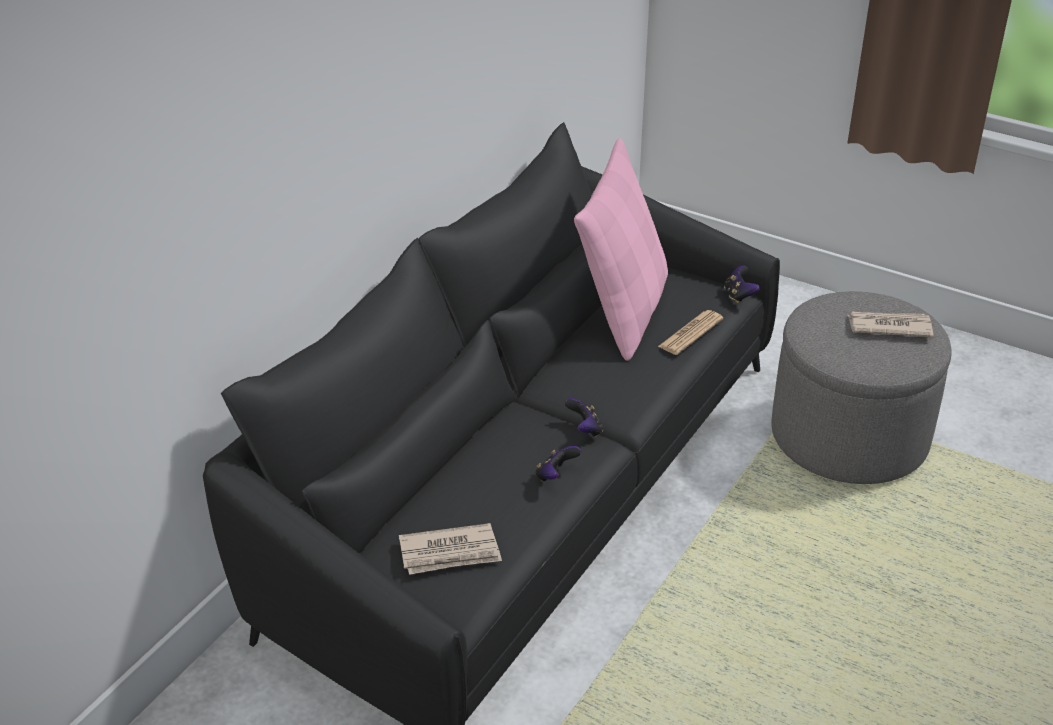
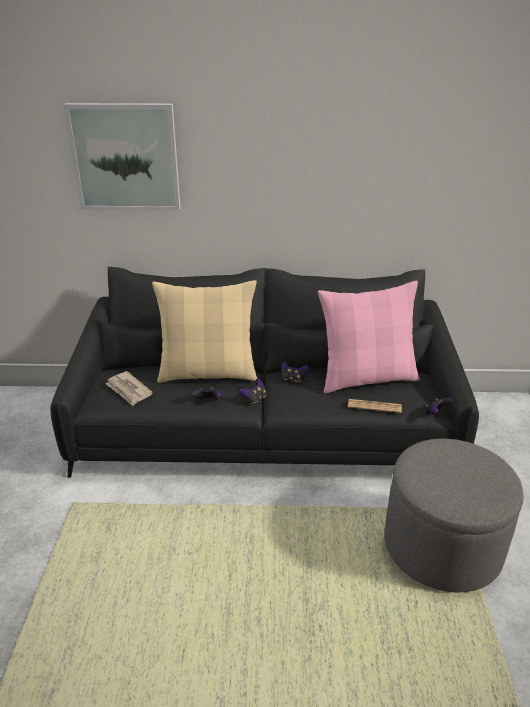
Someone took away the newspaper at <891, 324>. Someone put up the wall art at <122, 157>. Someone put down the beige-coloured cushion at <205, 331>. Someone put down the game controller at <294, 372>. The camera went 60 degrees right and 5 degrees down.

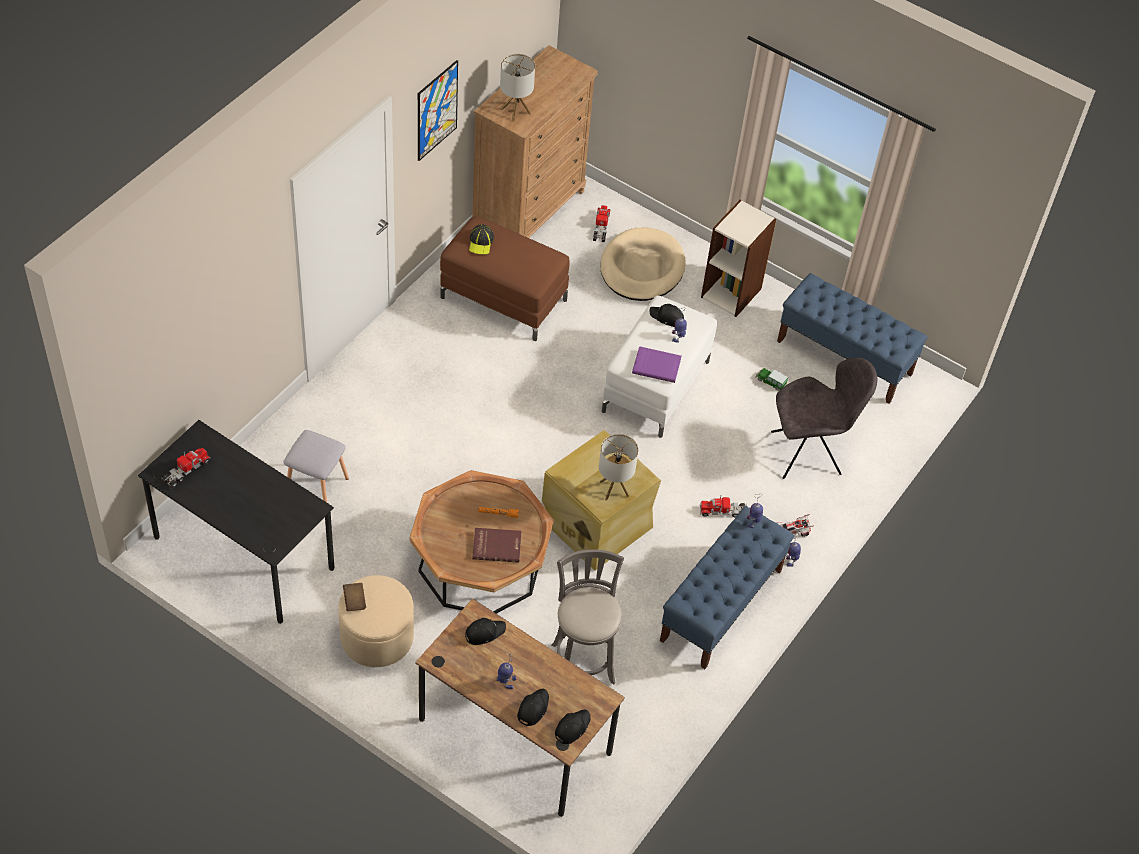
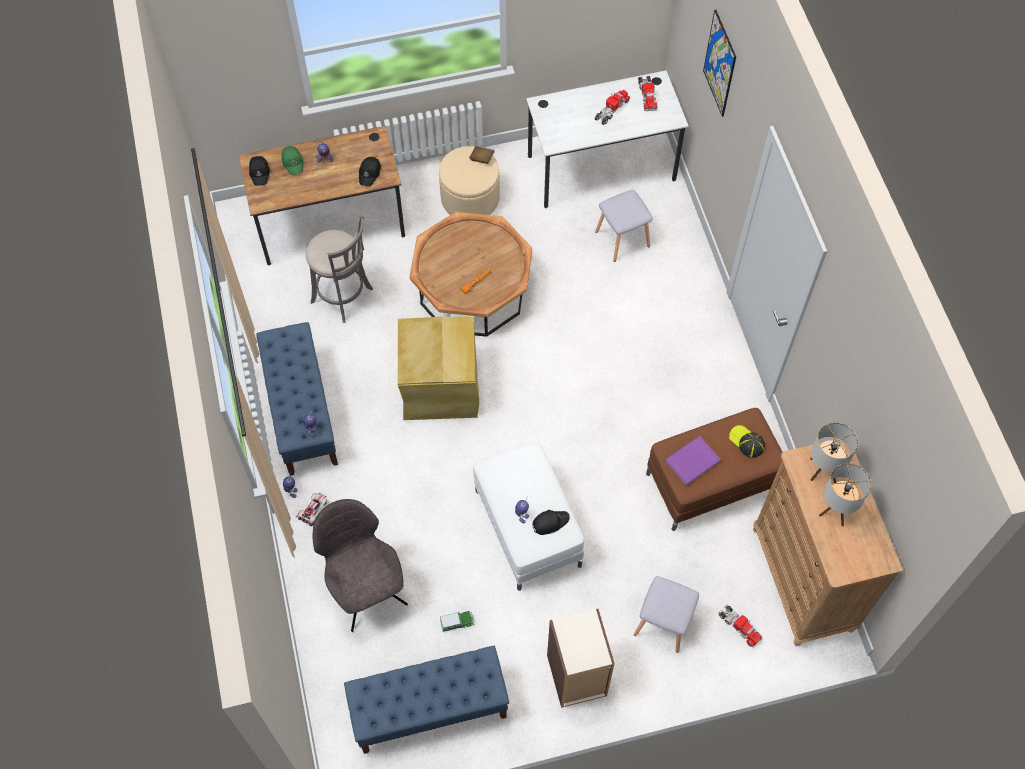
Someone repainted the black-coloured desk at <236, 522>, which became the white-coloured desk at <607, 139>. Someone carried the wall art from <438, 110> to <719, 63>. Someone took away the red-coloured bound book at <496, 545>. Someone repainted the black-coloured baseball cap at <533, 707>, which became the greenish baseball cap at <292, 160>. Someone carried the tabletop lamp from <618, 467> to <845, 494>. Someone swapped the beige-coloured dog cushion at <643, 264> for the greyish sitting stool at <666, 614>. Someone carried the purplish bound book from <656, 364> to <693, 461>. Someone carried the toy lorry from <723, 506> to <612, 107>. Someone rotated the greyish chair at <824, 418> by 120 degrees clockwise. The camera went 135 degrees right and 10 degrees up.

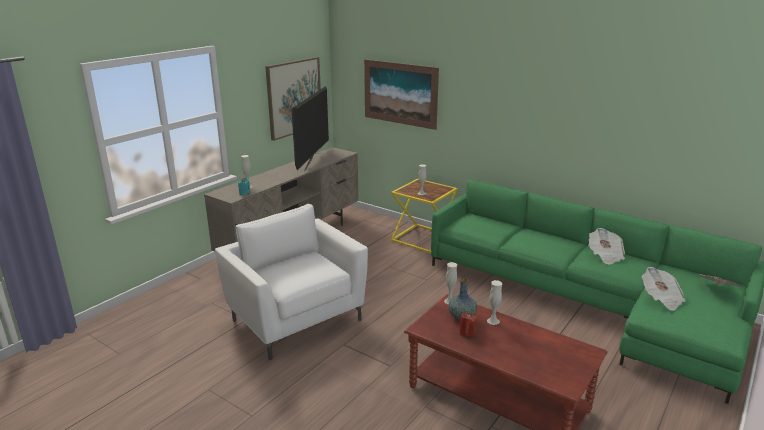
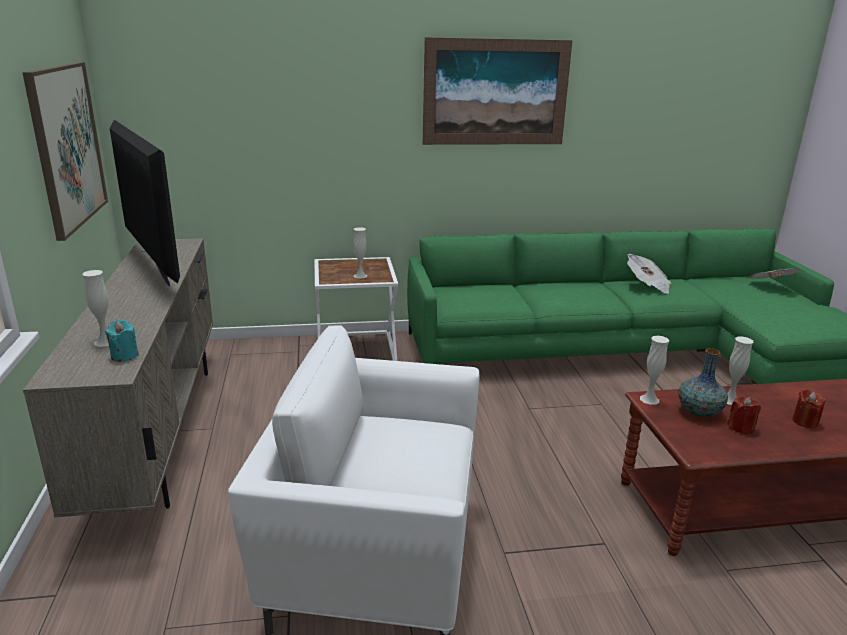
Someone carried the wall art from <401, 94> to <498, 91>. Someone repainted the yellow side table at <424, 216>, which became the white-coloured side table at <356, 309>. Someone took away the newspaper at <664, 289>. Someone put down the red-coloured candle at <809, 408>. The camera went 45 degrees left and 0 degrees up.

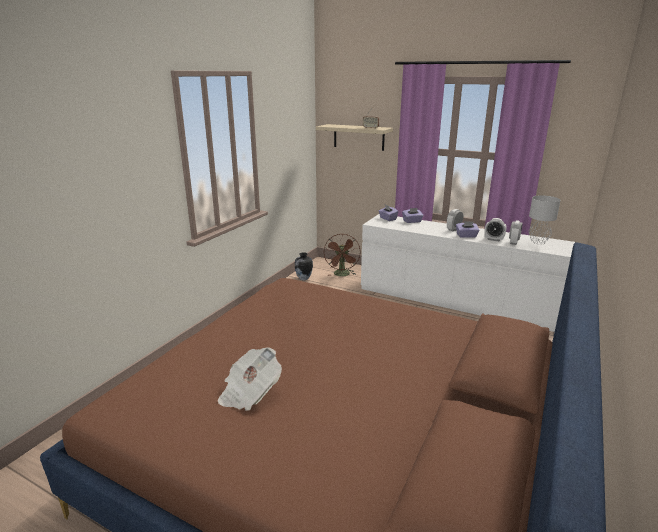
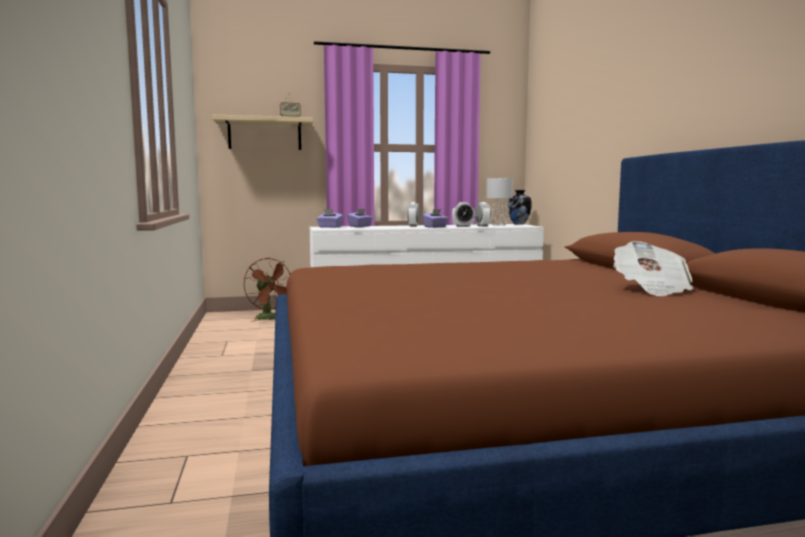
Someone carried the newspaper from <250, 379> to <654, 268>. Someone carried the vase from <304, 266> to <519, 207>. The camera went 40 degrees left and 15 degrees down.

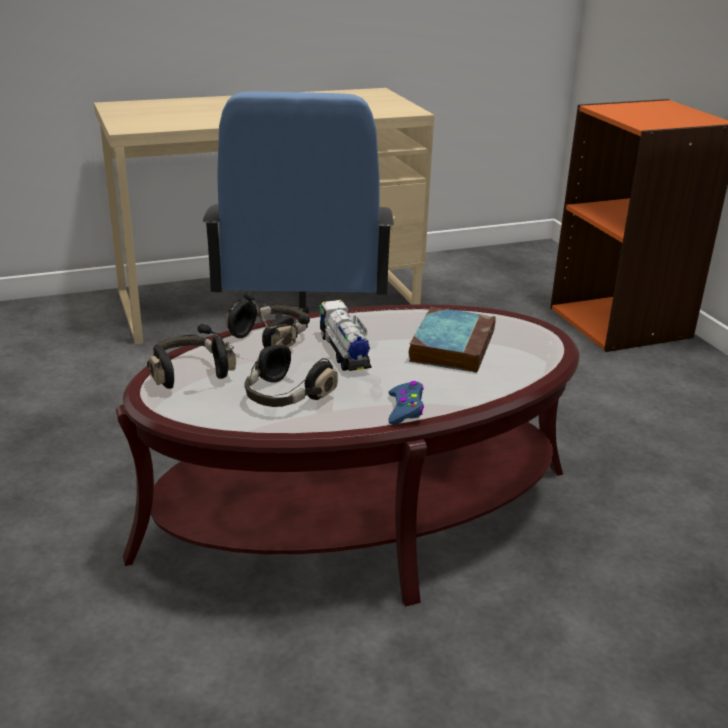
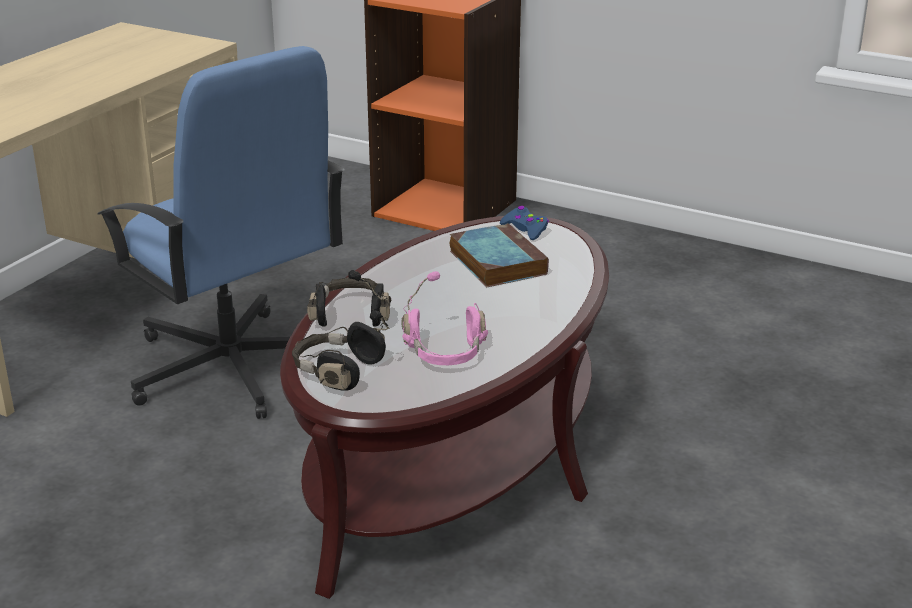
Someone repainted the black-coloured headset at <291, 361>, which became the pink headset at <444, 318>. Someone took away the toy lorry at <345, 335>. Someone carried the blue game controller from <406, 402> to <524, 223>. The camera went 40 degrees left and 0 degrees up.

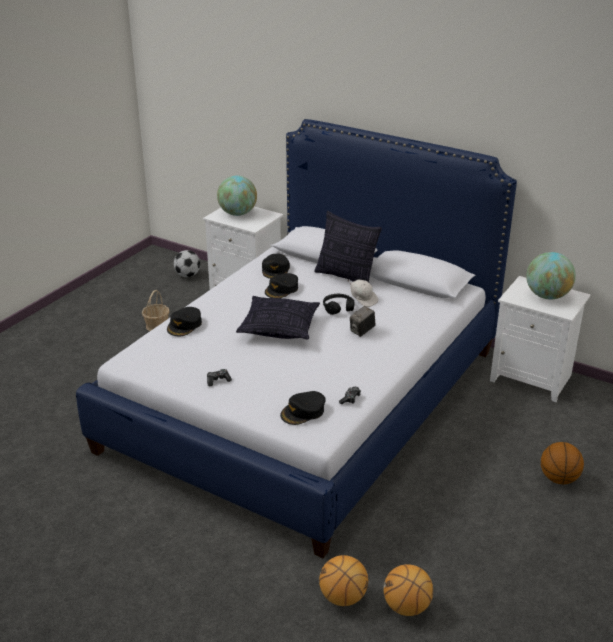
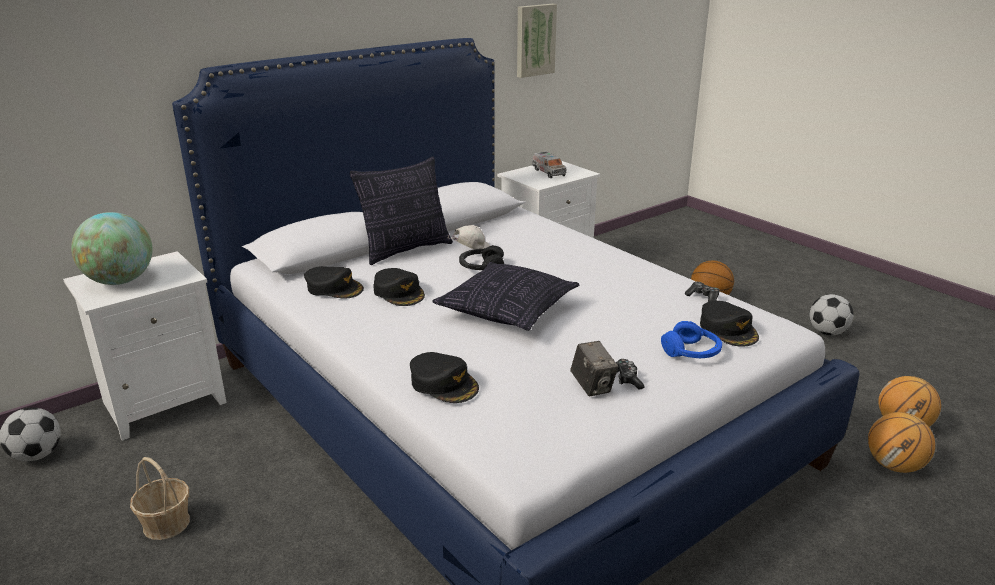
Someone carried the still camera from <363, 321> to <594, 368>. Someone swapped the globe at <551, 276> for the toy lorry at <549, 164>. Someone put up the wall art at <537, 41>. Someone put down the blue headset at <691, 339>. Someone put down the football ball at <831, 314>. The camera went 70 degrees left and 5 degrees down.

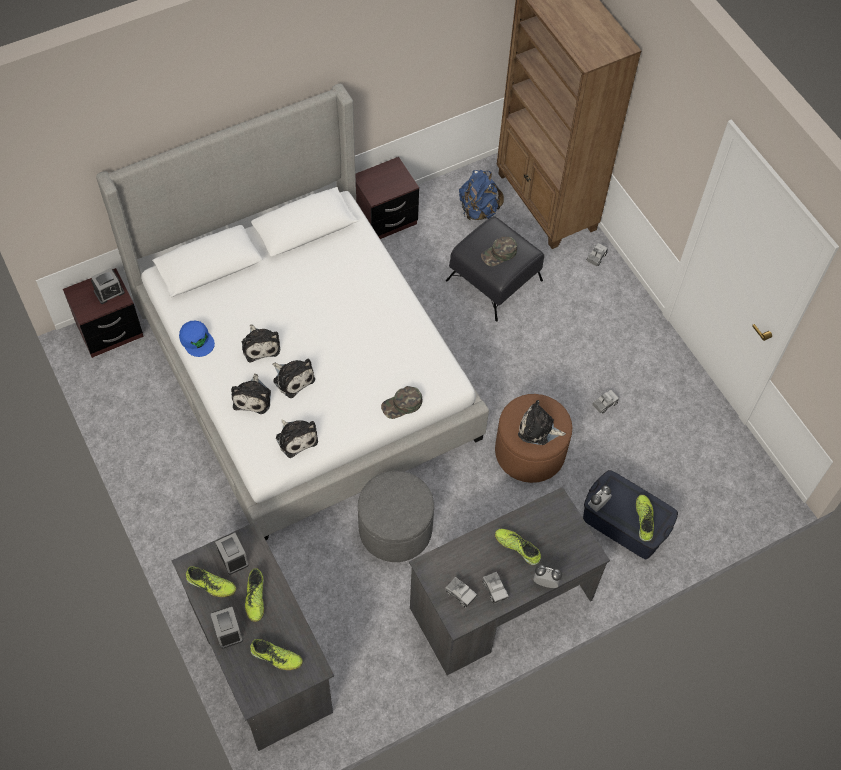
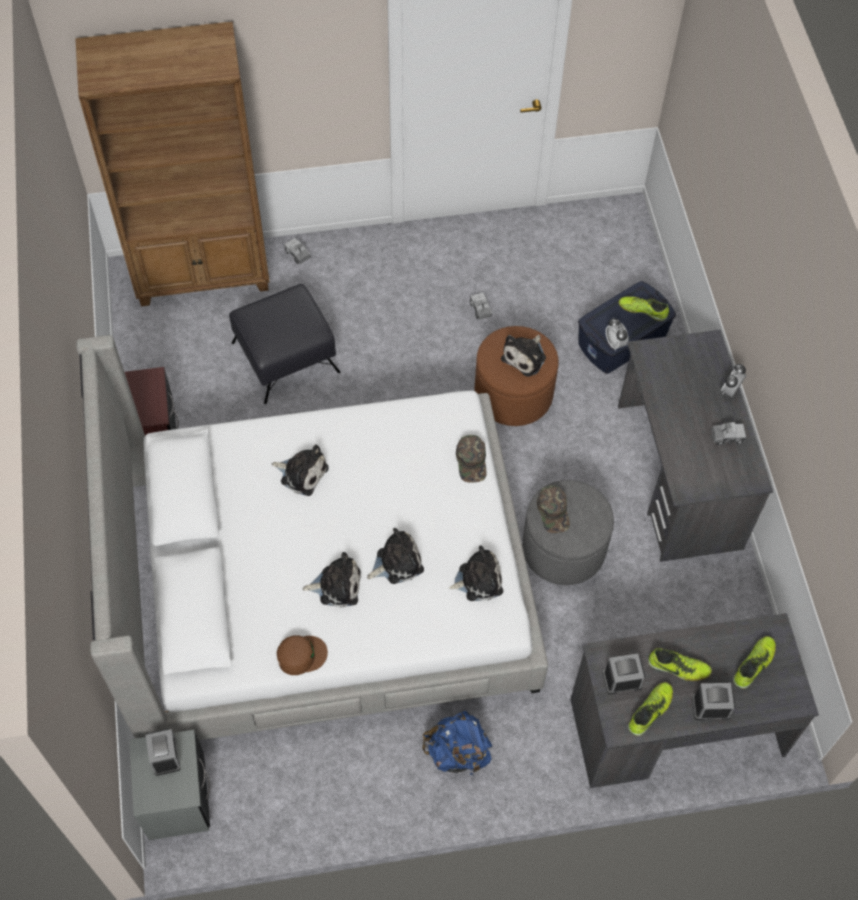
Someone repainted the brown-coloured nightstand at <103, 313>, which became the greyish nightstand at <169, 785>. Someone repainted the blue baseball cap at <197, 339>, which became the brown-coloured baseball cap at <302, 655>. Someone carried the soft toy from <251, 393> to <300, 470>. Someone took away the toy lorry at <461, 592>. Someone carried the blue backpack from <481, 195> to <457, 743>. Someone carried the greenish baseball cap from <499, 251> to <553, 509>. Someone took away the item of footwear at <518, 547>. The camera went 70 degrees left and 0 degrees up.

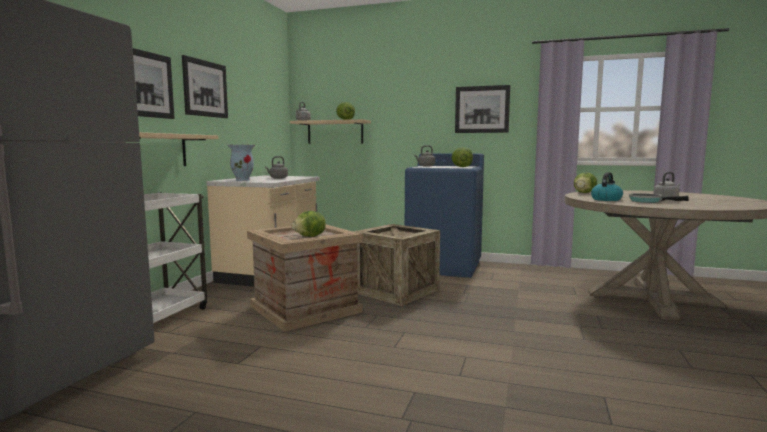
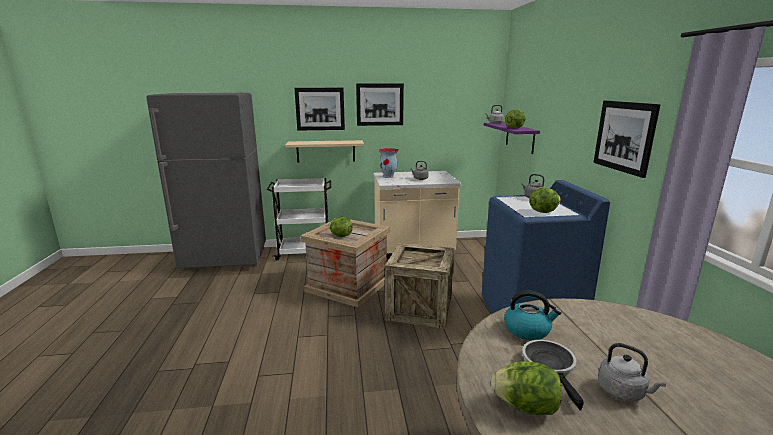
Someone repainted the beige-coloured bracket shelf at <330, 131>, which became the purplish bracket shelf at <512, 138>. Someone carried the lettuce from <585, 182> to <526, 388>. The camera went 65 degrees right and 10 degrees up.

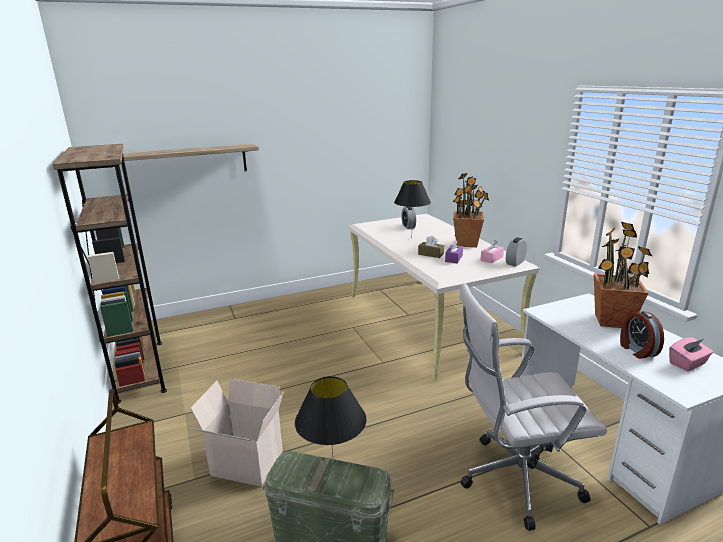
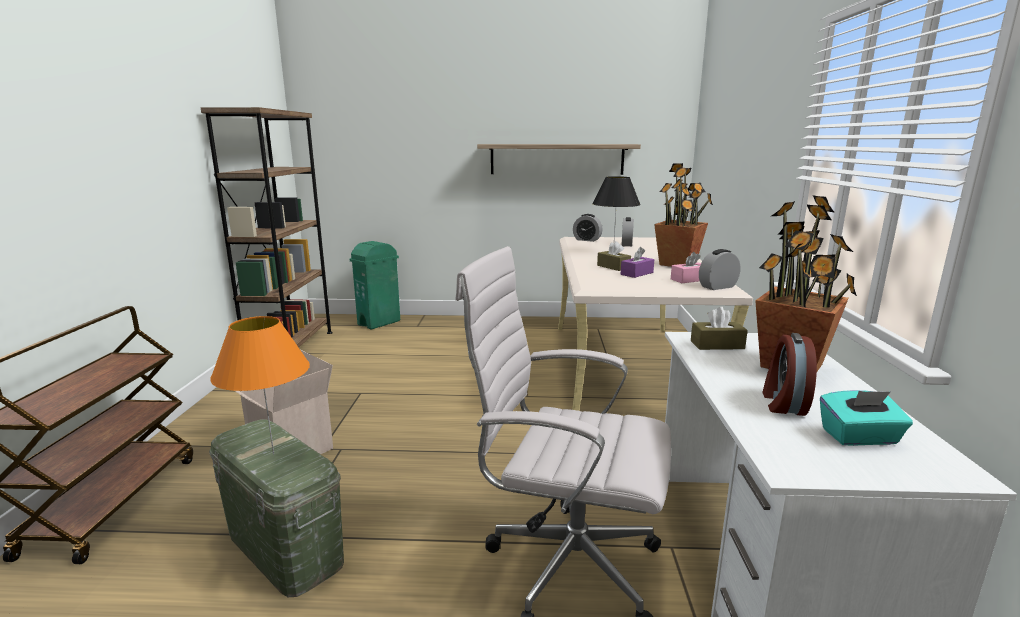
Someone carried the bracket shelf from <187, 162> to <559, 159>. Someone repainted the black-coloured tabletop lamp at <331, 427>, which became the orange tabletop lamp at <260, 385>. Someone repainted the pink tissue holder at <691, 354>, which became the blue-green tissue holder at <866, 418>. Someone put down the greenish waste bin at <375, 285>. Someone put down the alarm clock at <588, 228>. Someone put down the brown-coloured tissue holder at <719, 328>. The camera went 25 degrees right and 5 degrees down.

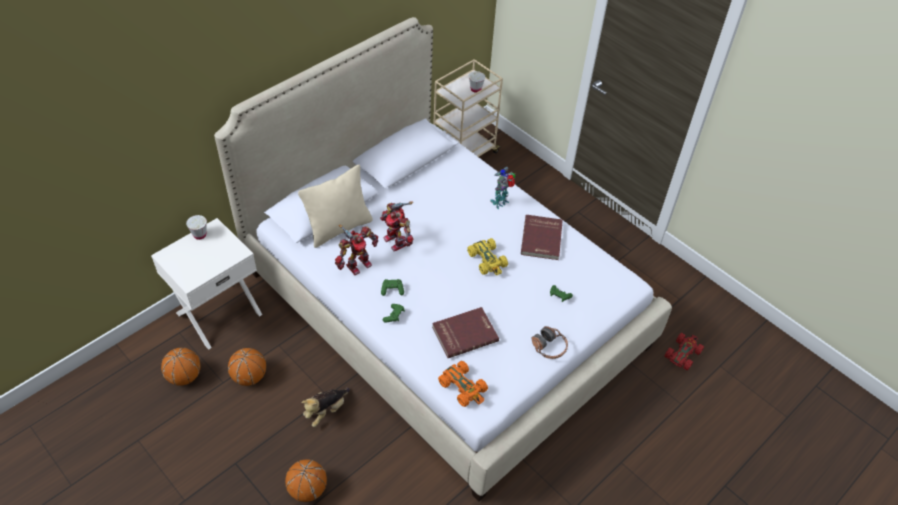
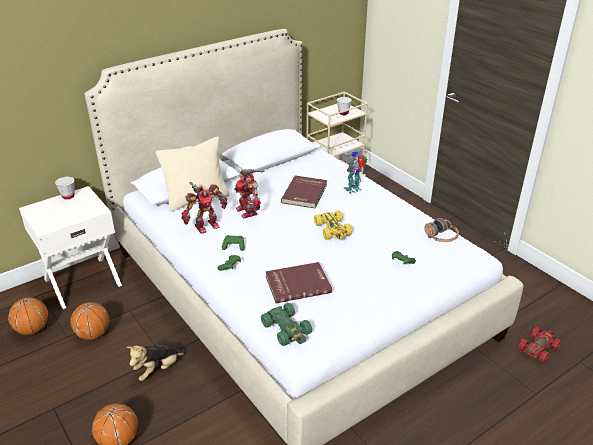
Someone repainted the orange miniature car at <463, 384>, which became the greenish miniature car at <286, 324>. Someone carried the red-coloured bound book from <542, 237> to <304, 192>. Someone carried the headset from <550, 342> to <441, 230>. The camera went 10 degrees right and 15 degrees down.

